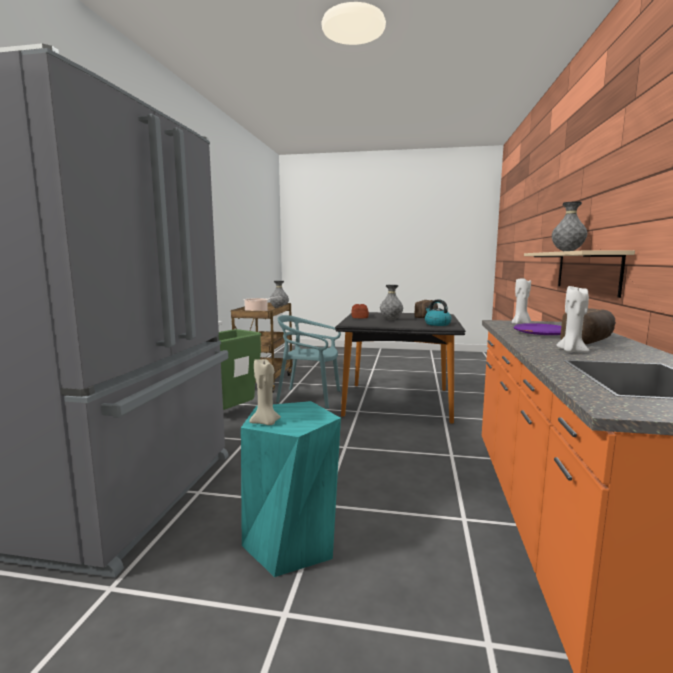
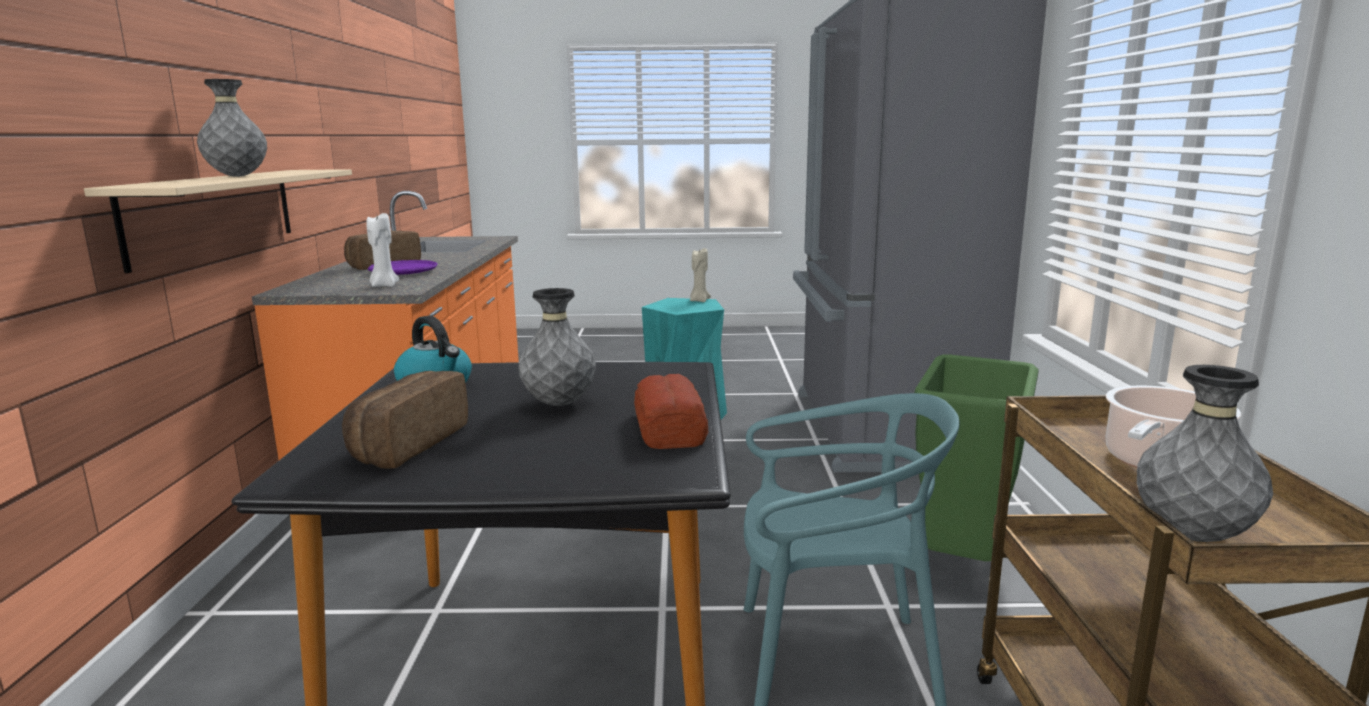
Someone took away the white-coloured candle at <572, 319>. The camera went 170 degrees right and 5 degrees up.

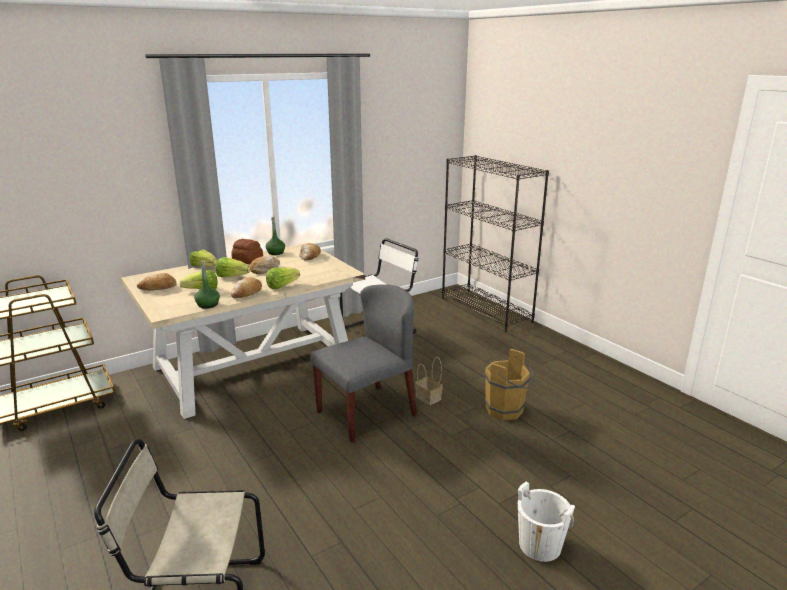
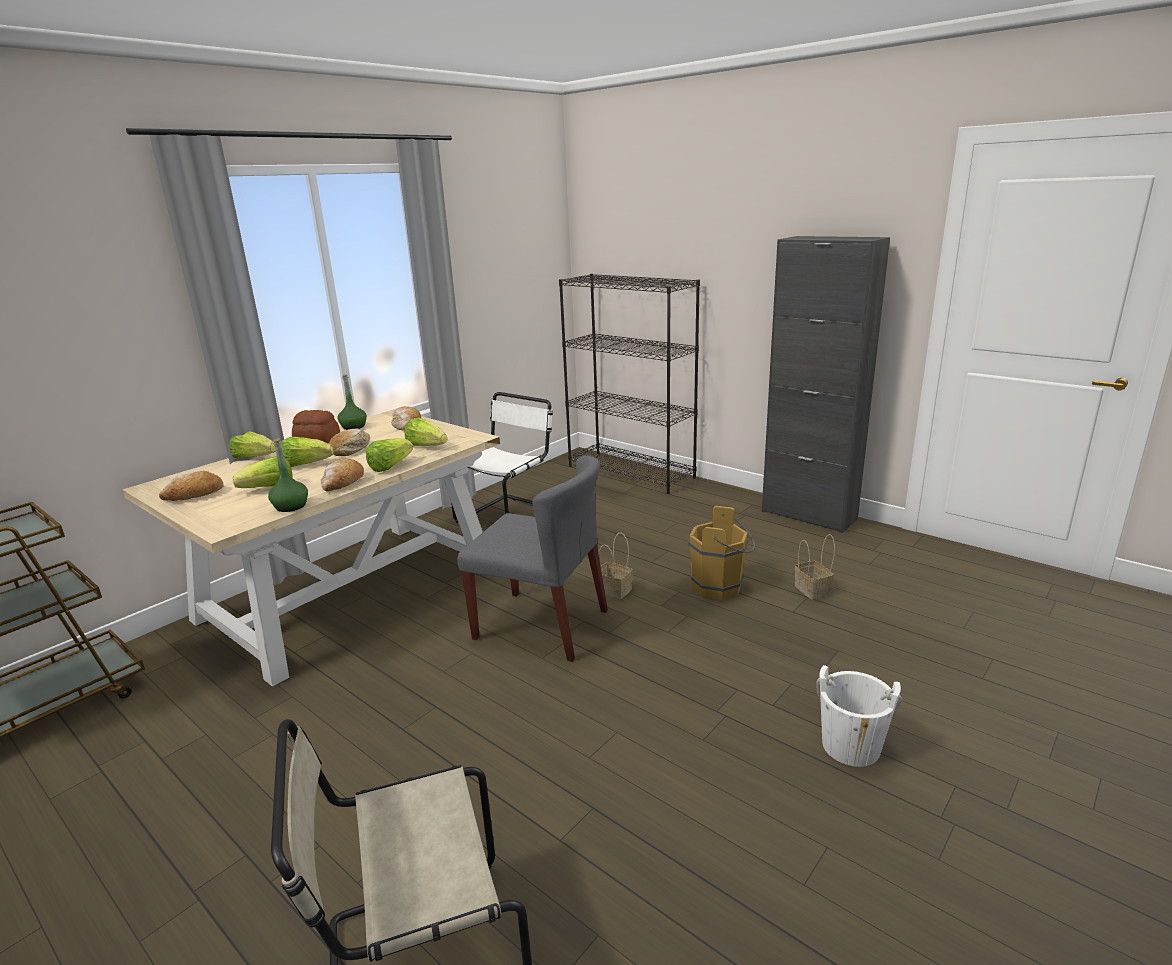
Someone rotated the greyish chair at <363, 363> by 75 degrees clockwise. Someone put down the lettuce at <425, 432>. Someone put down the black-coloured storage cabinet at <826, 384>. Someone put down the household basket at <815, 566>. The camera went 15 degrees left and 0 degrees up.

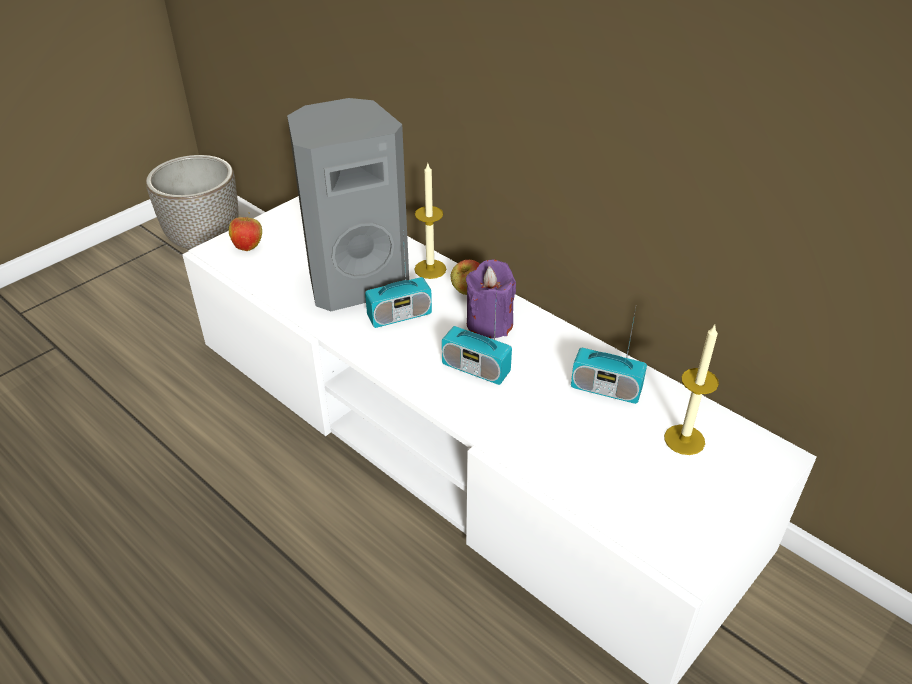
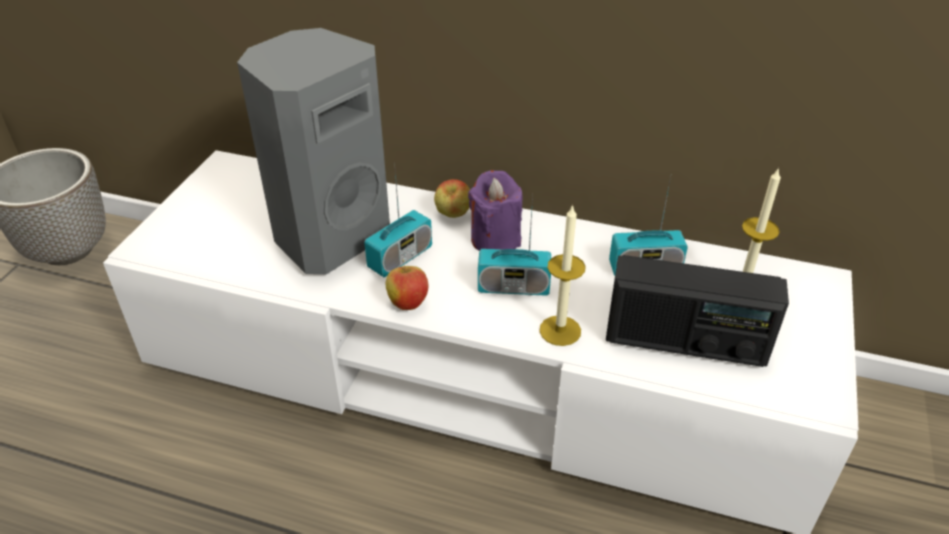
Someone carried the apple from <245, 231> to <406, 284>. Someone carried the candle from <430, 221> to <562, 275>. Someone put down the radio at <697, 311>. The camera went 25 degrees left and 0 degrees up.

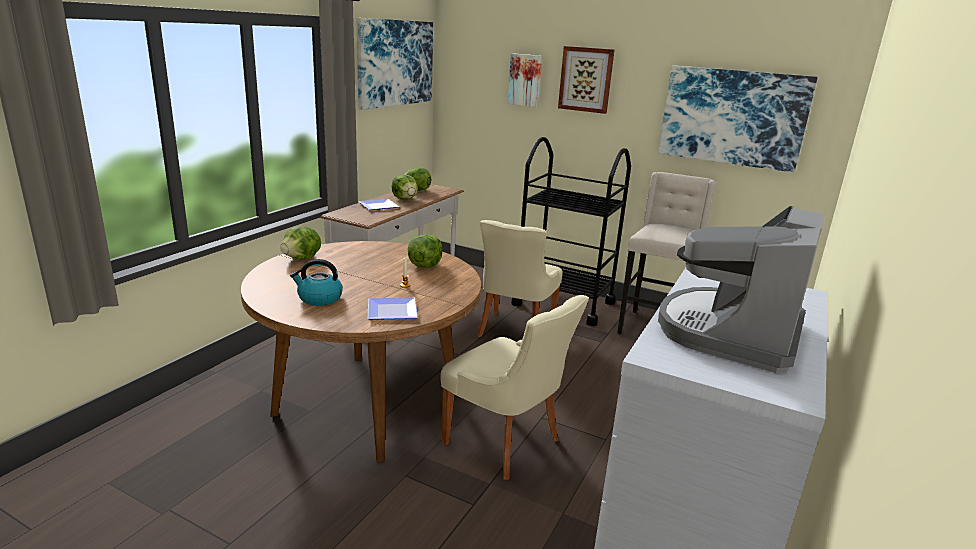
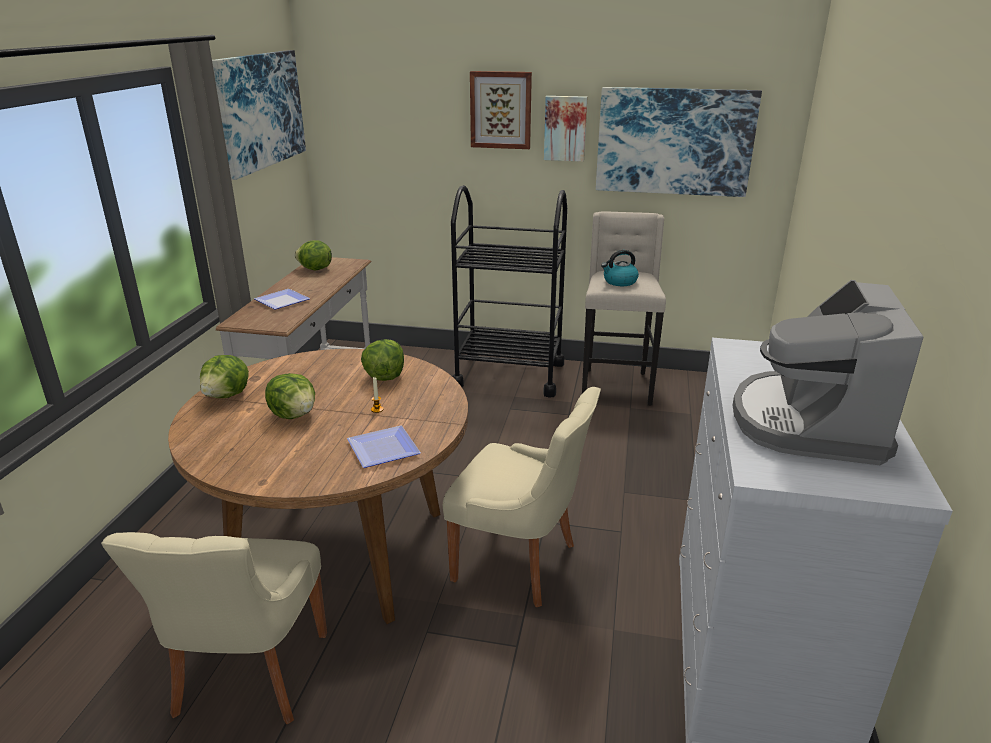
Someone carried the tea kettle from <316, 282> to <620, 268>. Someone carried the lettuce from <405, 187> to <290, 396>. Someone carried the beige-coloured chair from <520, 278> to <214, 628>. Someone carried the wall art from <525, 80> to <565, 129>. The camera went 15 degrees left and 5 degrees up.

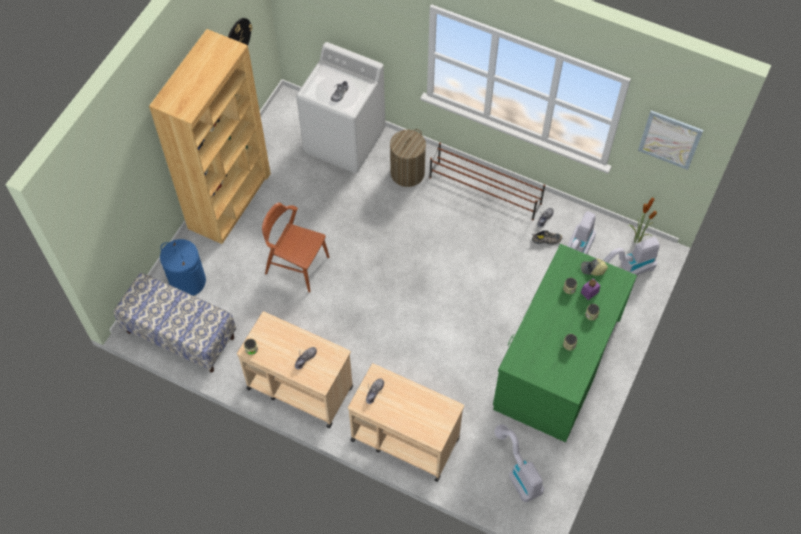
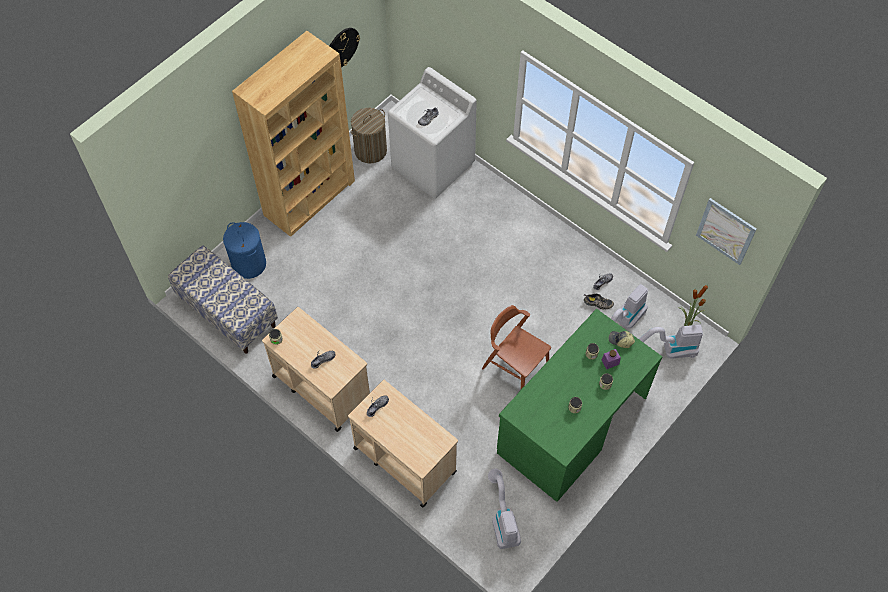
Someone carried the brown-coloured chair from <296, 248> to <516, 347>. Someone carried the laundry basket from <408, 158> to <368, 135>. Someone took away the brown-coloured shoe rack at <487, 181>. The camera went 15 degrees right and 0 degrees up.

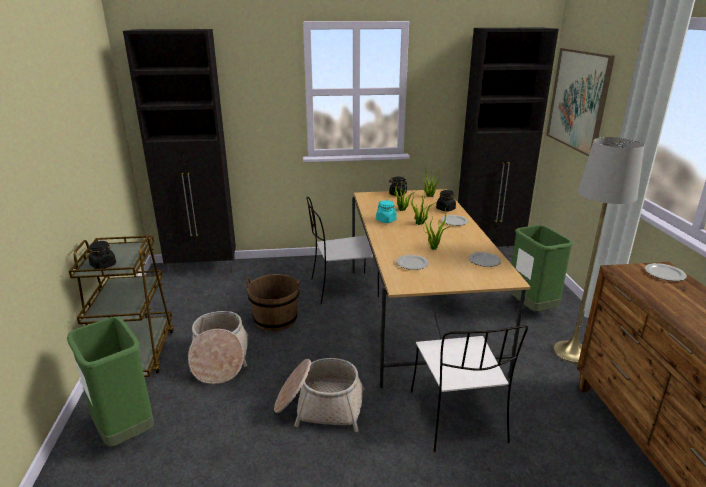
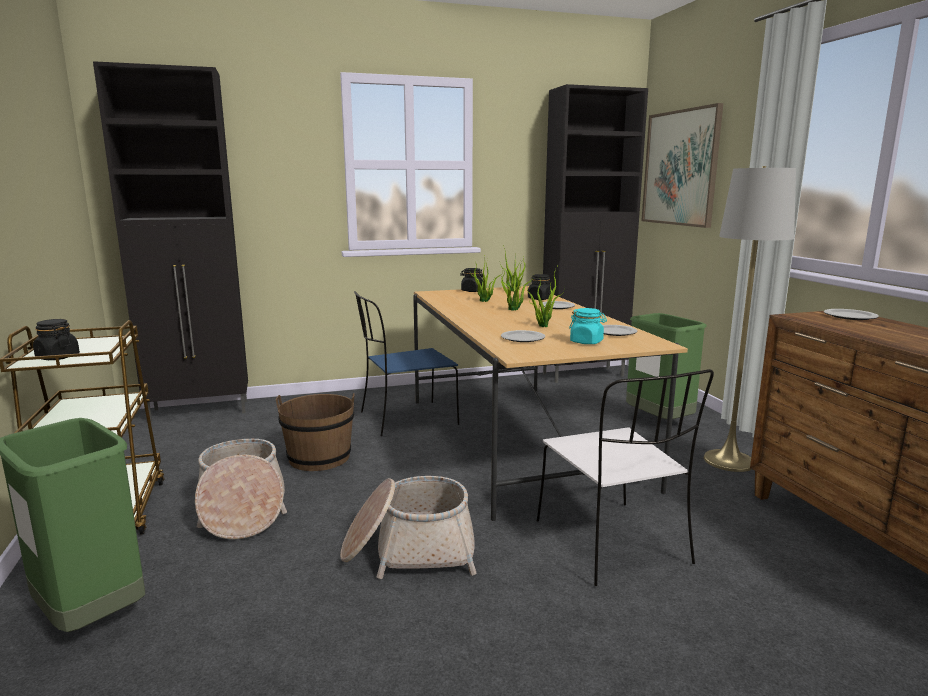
Someone repainted the white-coloured chair at <343, 250>, which became the blue chair at <406, 363>. Someone carried the blue-green preserve jar from <386, 211> to <588, 326>. The camera went 10 degrees left and 10 degrees down.

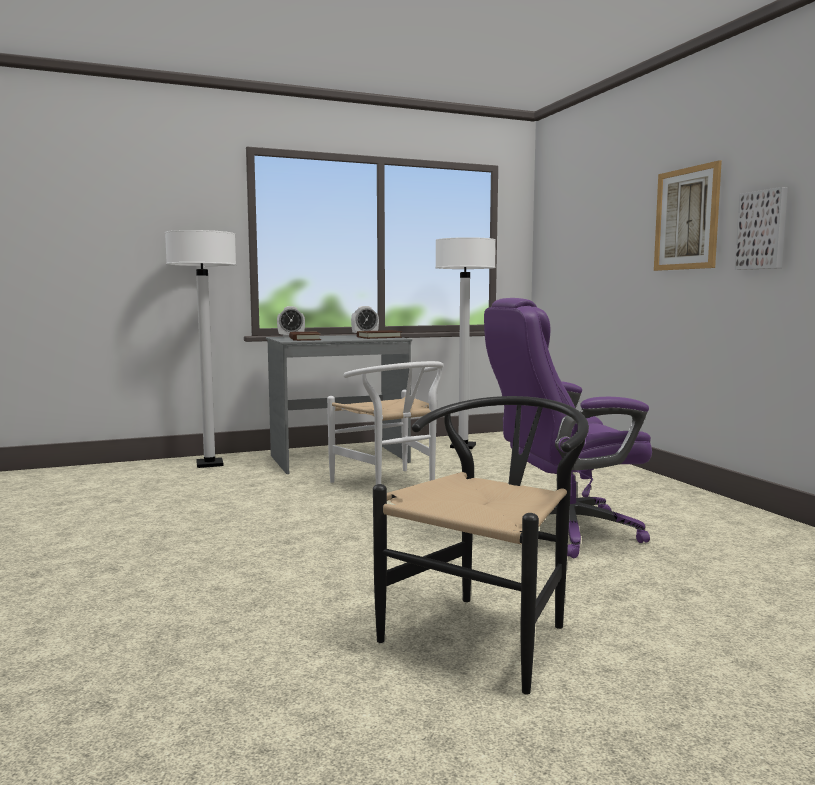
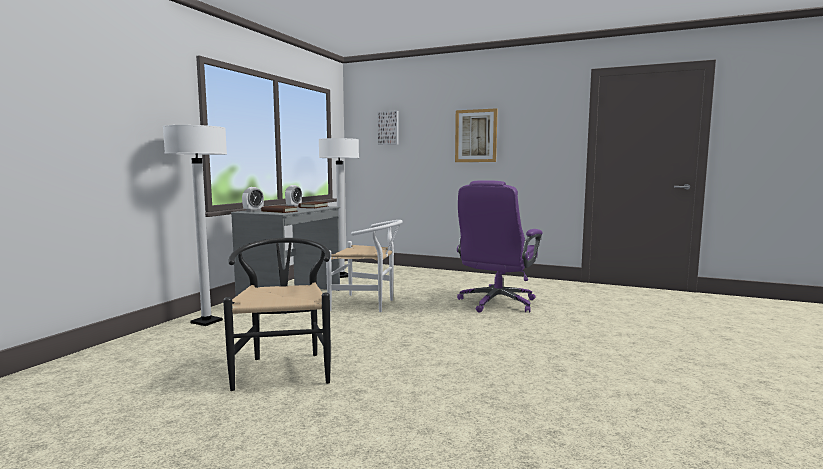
Someone carried the black-coloured chair from <481, 545> to <277, 314>. Someone carried the wall art from <761, 228> to <388, 128>. The camera went 45 degrees left and 0 degrees up.

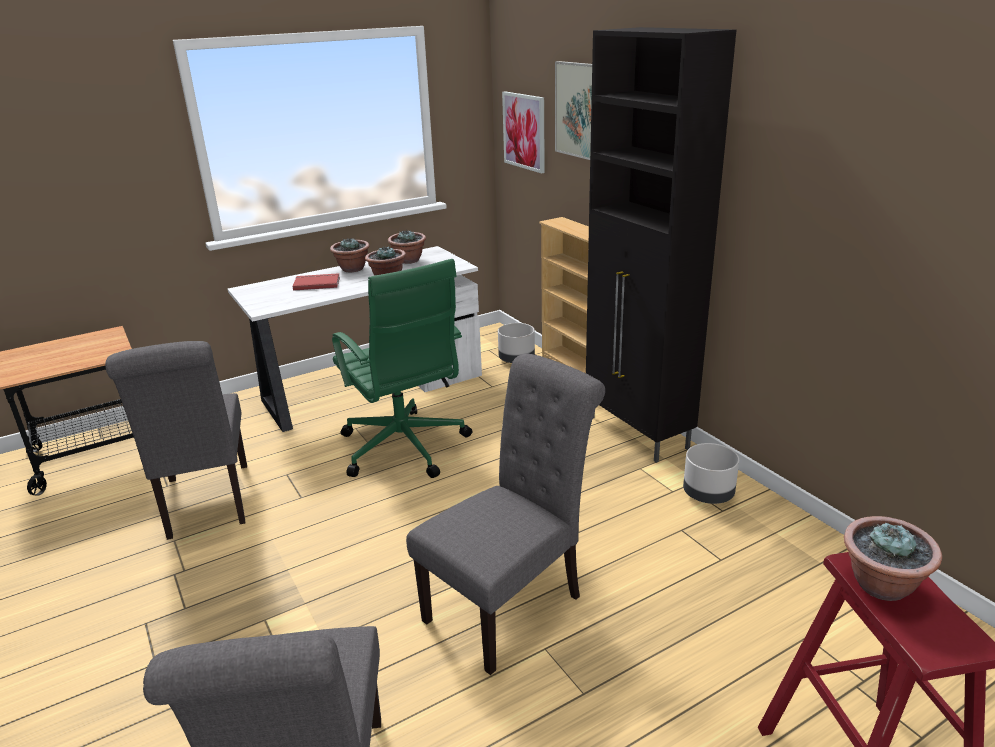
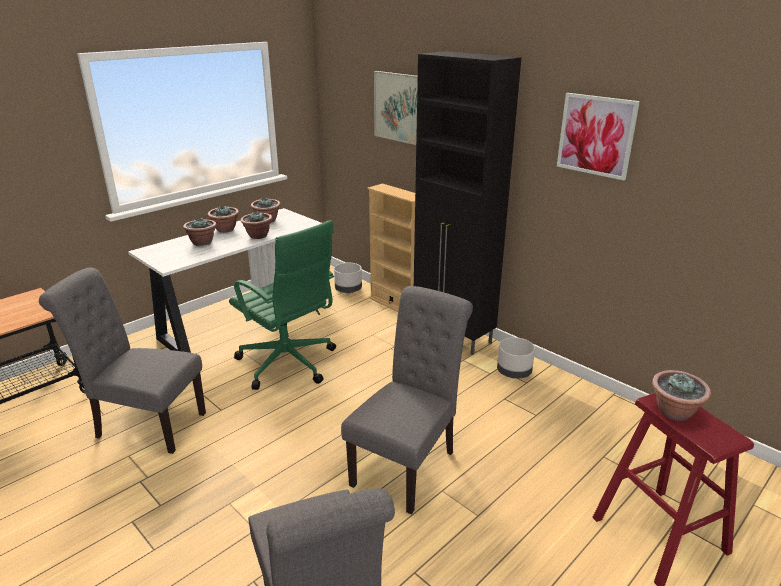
Someone rotated the greyish chair at <176, 440> by 135 degrees clockwise. Someone swapped the red-coloured bound book at <316, 282> for the houseplant at <200, 231>. Someone carried the wall art from <523, 132> to <598, 136>. The camera went 15 degrees left and 0 degrees up.

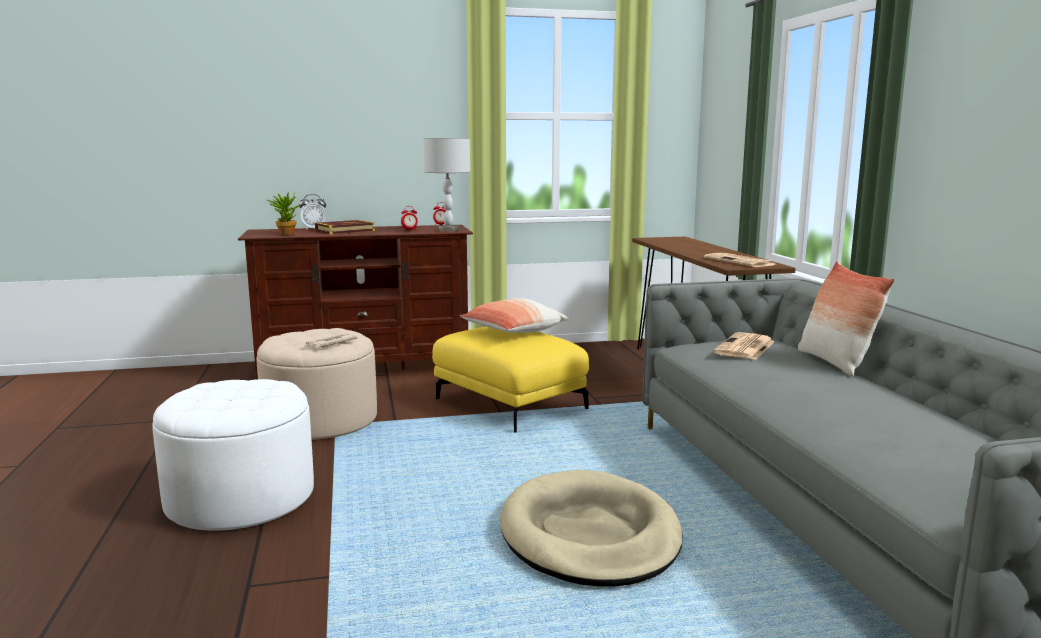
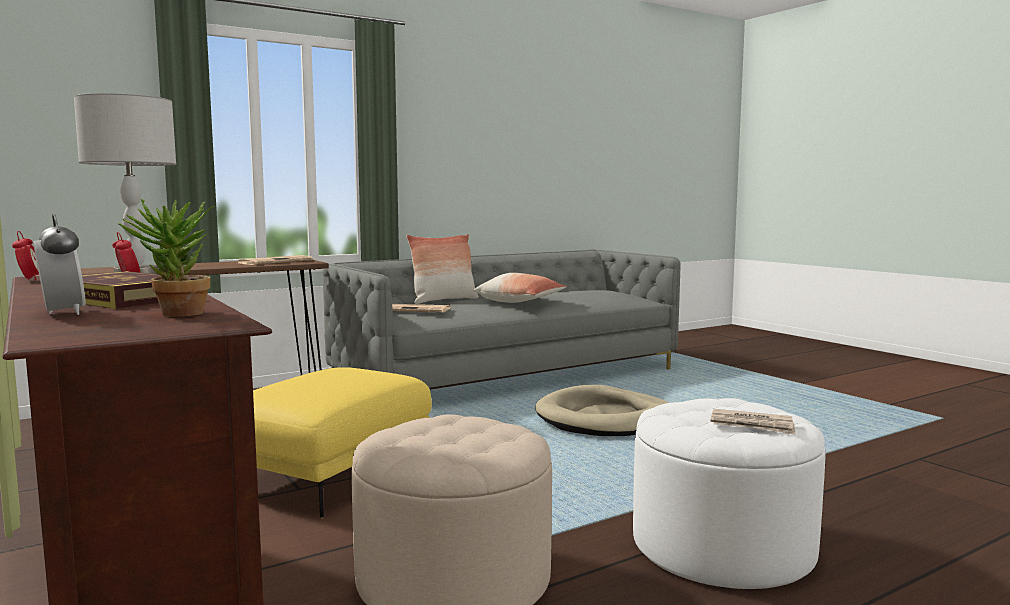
Someone carried the newspaper from <331, 340> to <753, 422>. Someone carried the cushion from <514, 315> to <520, 288>. The camera went 110 degrees left and 5 degrees down.

